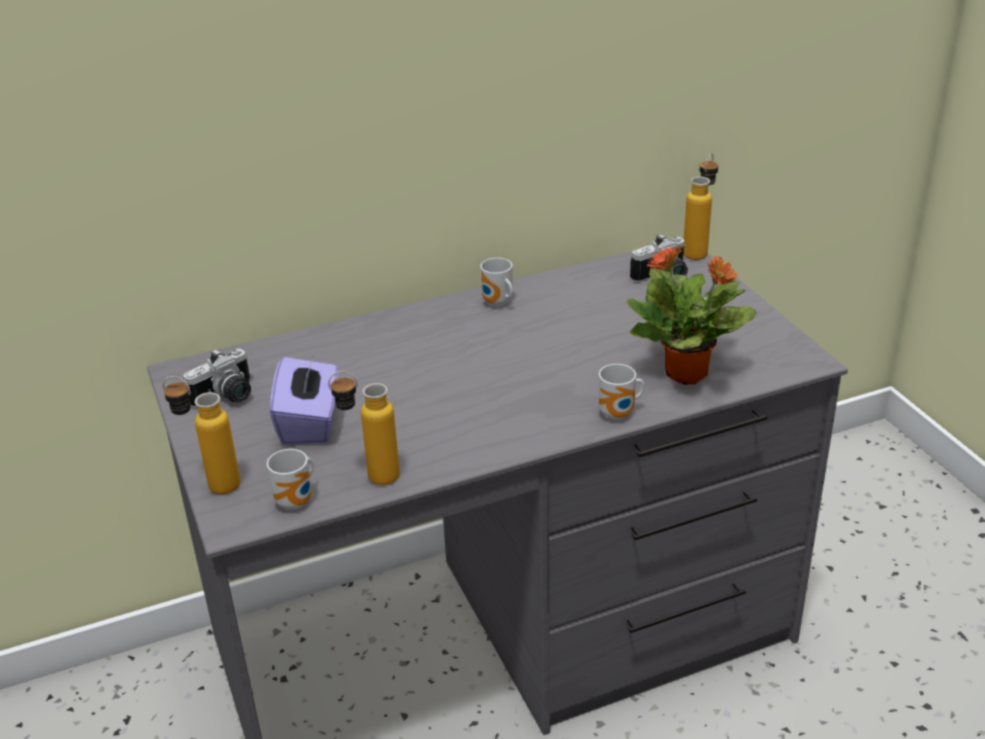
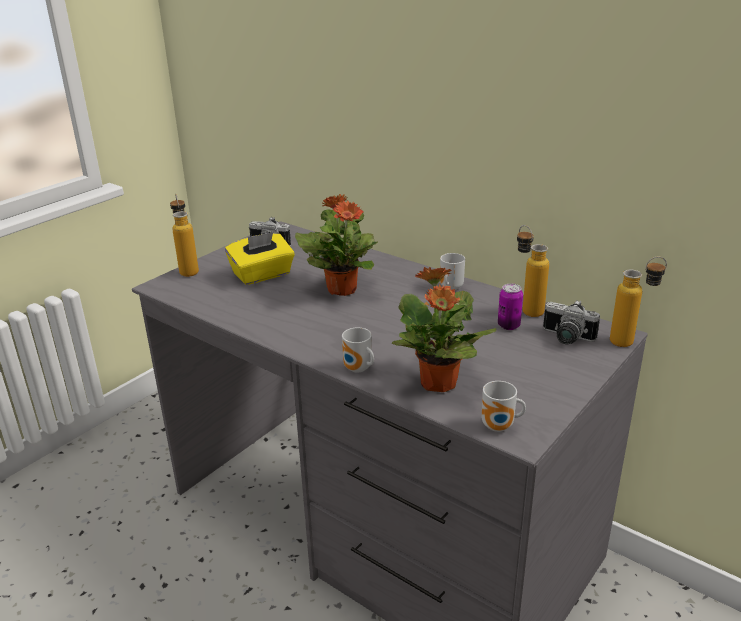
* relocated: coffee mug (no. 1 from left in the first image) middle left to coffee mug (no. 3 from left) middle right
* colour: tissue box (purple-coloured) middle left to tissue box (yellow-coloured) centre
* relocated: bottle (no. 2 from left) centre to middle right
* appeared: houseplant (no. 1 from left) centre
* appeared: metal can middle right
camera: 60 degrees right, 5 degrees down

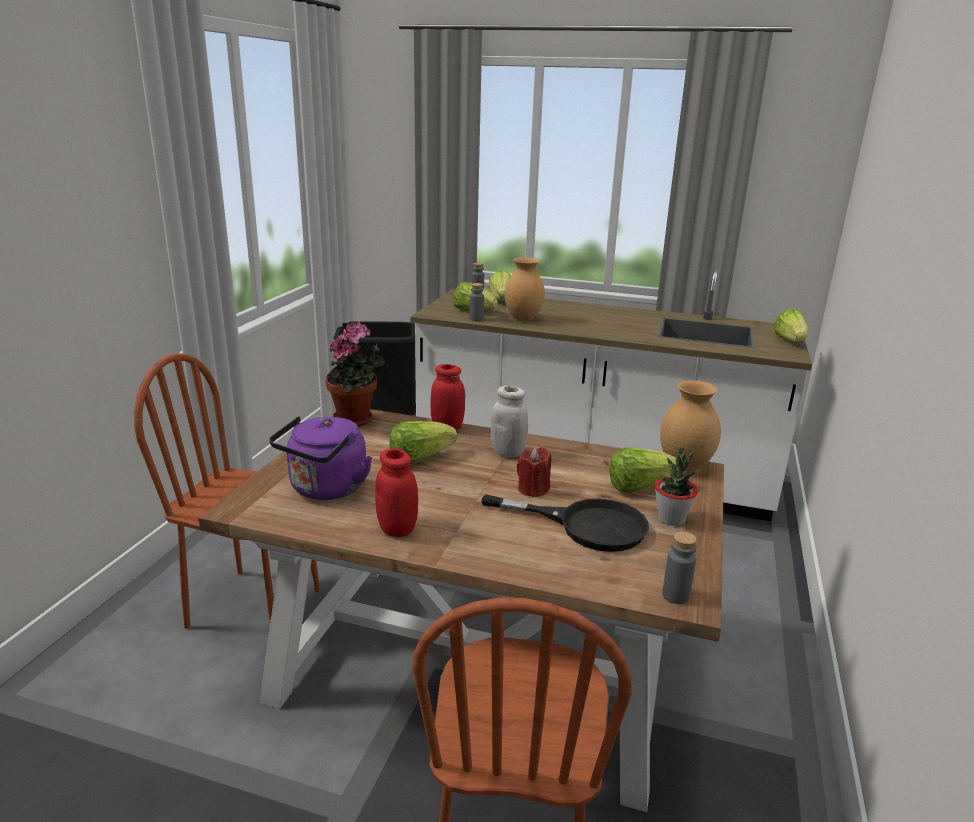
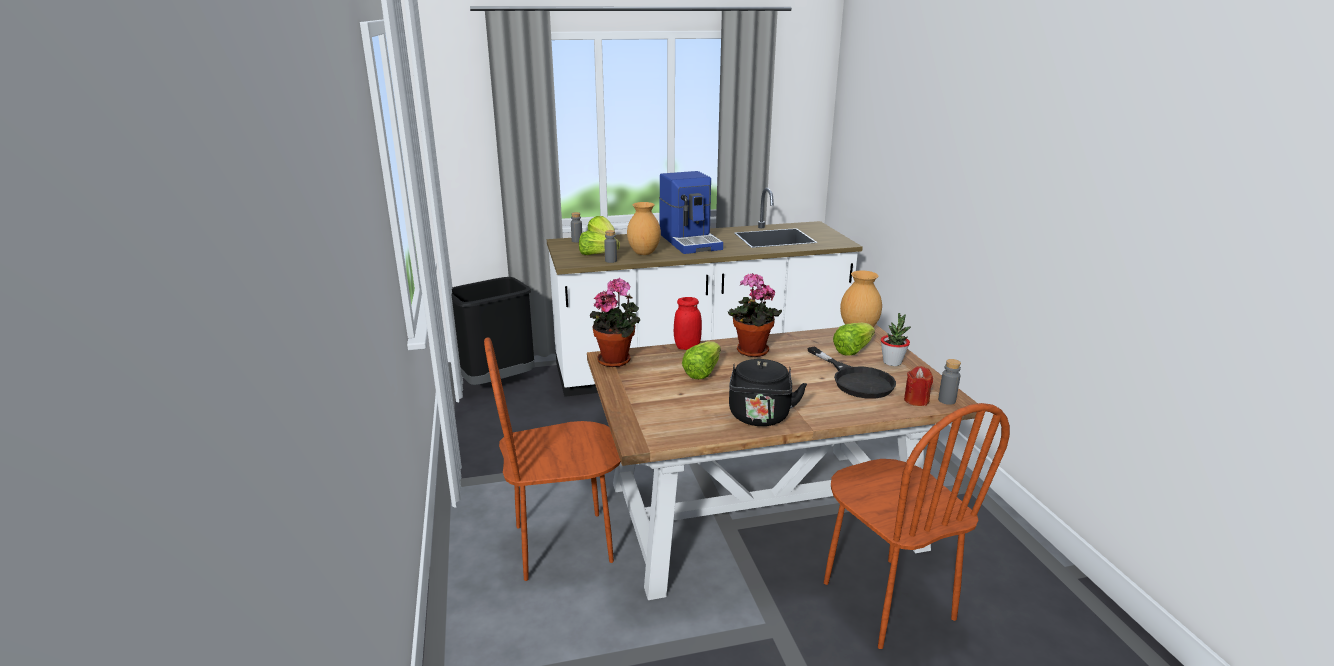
* missing: tea kettle (purple-coloured) middle left
* exchanged: jar (red-coloured) (no. 1 from left) centre to tea kettle (blackish) centre
* spun: skillet (blackish) centre = centre 75 degrees clockwise
* exchanged: jar (white-coloured) centre to houseplant (no. 2 from left) centre
* relocated: wax candle (red-coloured) centre to middle right
* missing: lettuce head (no. 5 from left) middle right
* appeared: coffee brewer top centre
camera: 30 degrees left, 0 degrees up

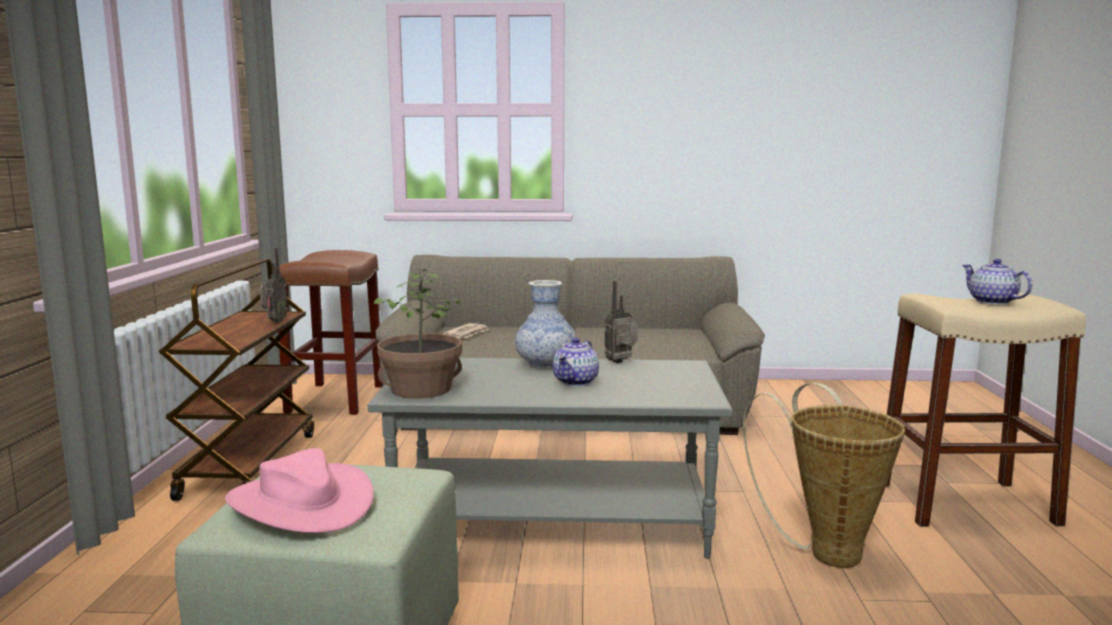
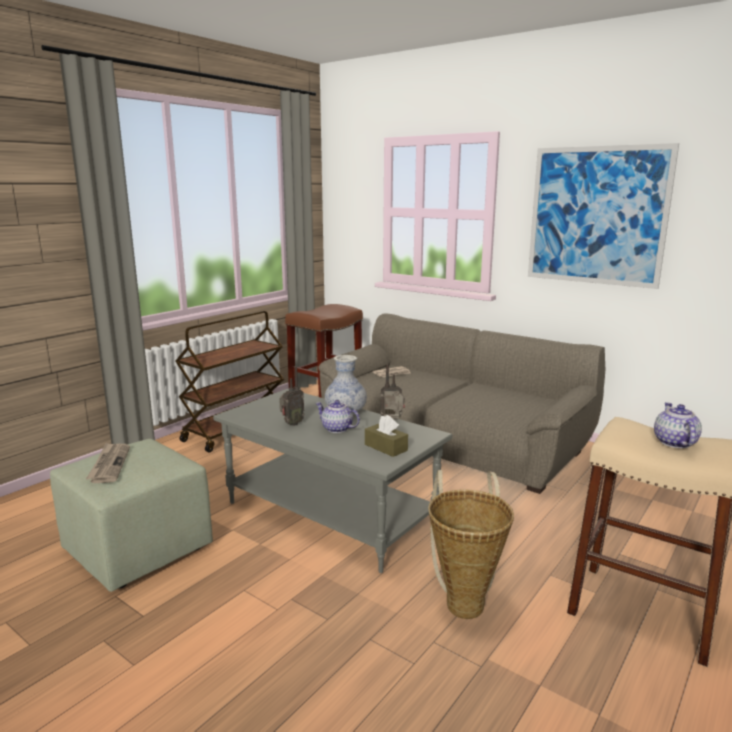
* exchanged: hat (pink) bottom left to printed paper (no. 1 from left) middle left
* relocated: radio receiver (no. 1 from left) middle left to centre
* missing: houseplant centre
* spun: pot for tea (no. 1 from left) centre = centre 60 degrees clockwise
* appeared: tissue box (brown) centre
* appeared: picture top right
camera: 35 degrees right, 5 degrees up

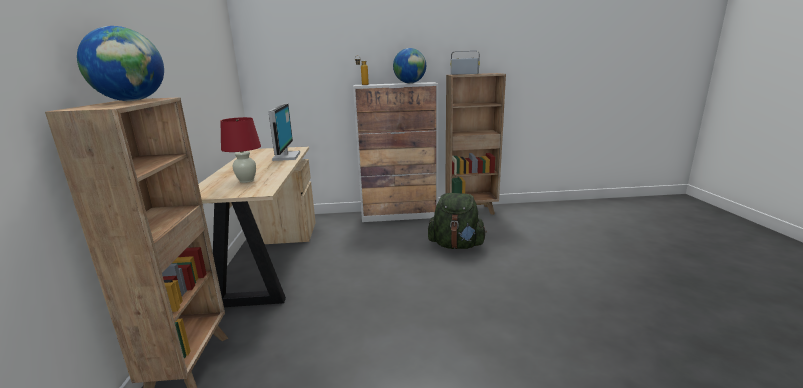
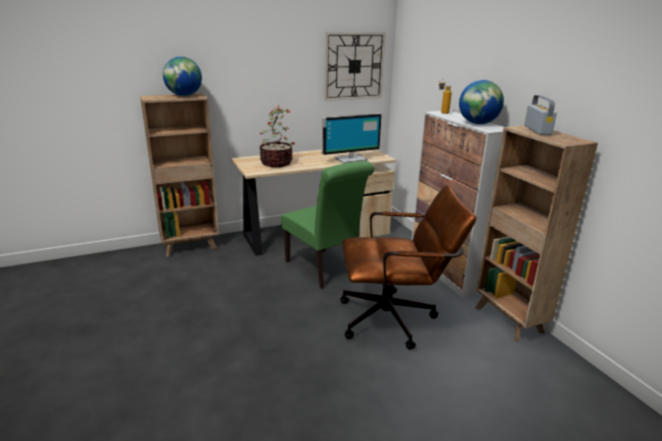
* exchanged: lamp for a table (red-coloured) middle left to houseplant top centre
* exchanged: backpack (green) centre to office chair (brown) centre
* appeared: upright chair (green) centre
* appeared: clock on the wall top centre
camera: 70 degrees right, 5 degrees up

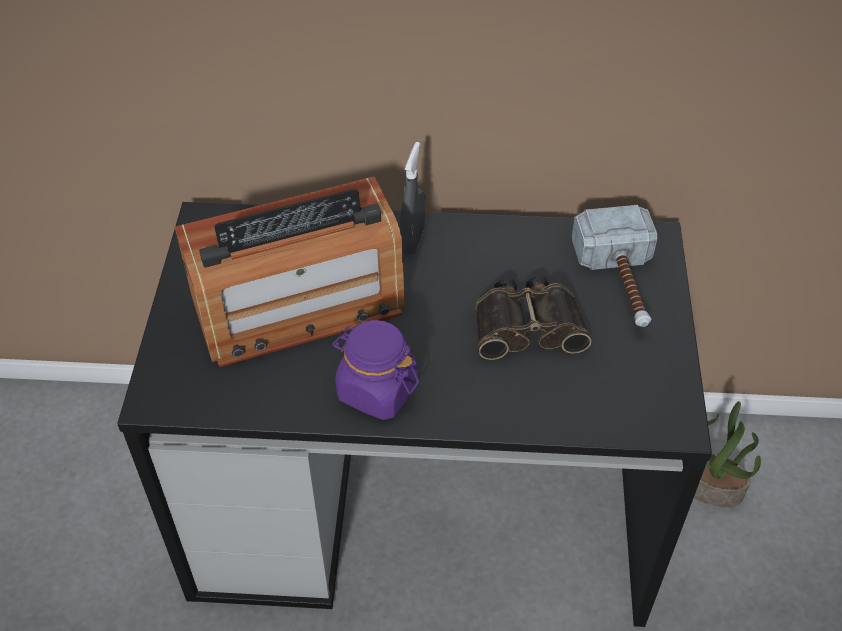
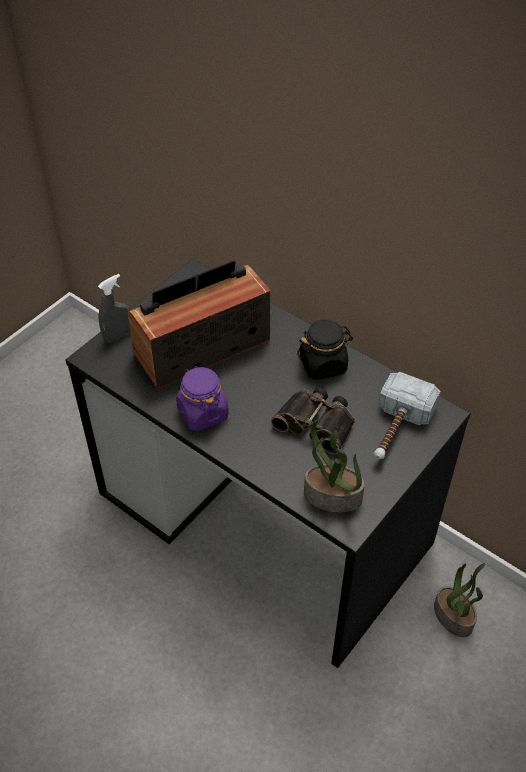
* spun: radio receiver centre = centre 135 degrees clockwise
* relocated: hand sprayer (grey) top centre to middle left
* appeared: jar (blackish) centre
* appeared: houseplant (no. 1 from left) centre
camera: 35 degrees right, 0 degrees up

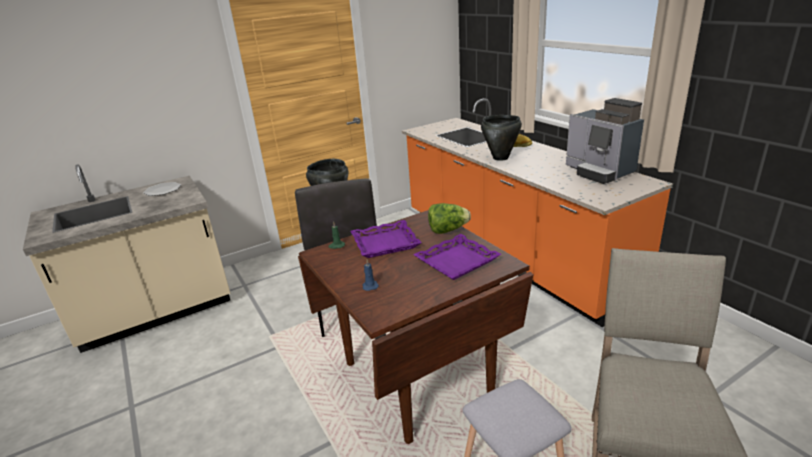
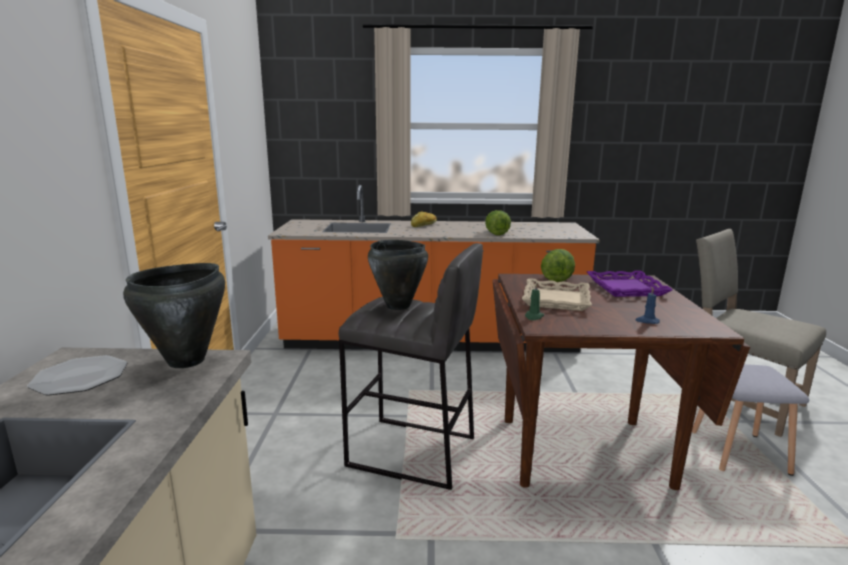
* colour: serving tray (purple-coloured) (no. 1 from left) centre to serving tray (sand-coloured) centre
* relocated: saucepot (blackish) (no. 2 from left in the first image) top centre to saucepot (blackish) (no. 1 from left) middle left
* missing: coffee brewer top right
* appeared: lettuce head (no. 1 from left) centre
camera: 60 degrees left, 10 degrees down

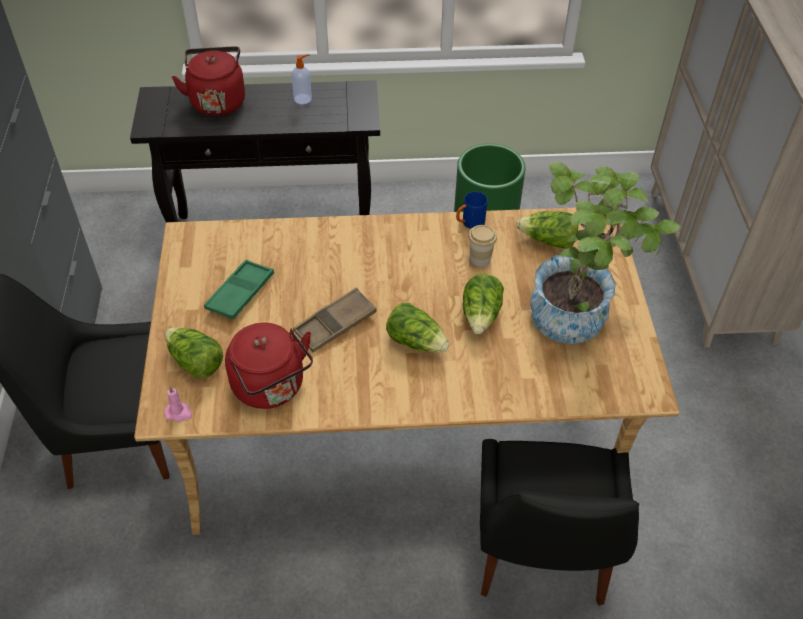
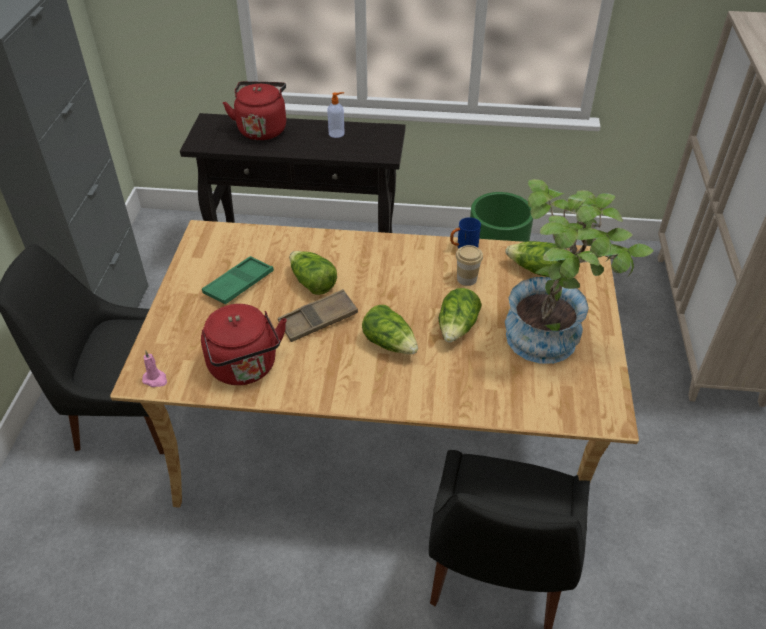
* relocated: lettuce head (no. 1 from left) middle left to centre
camera: 10 degrees right, 5 degrees down

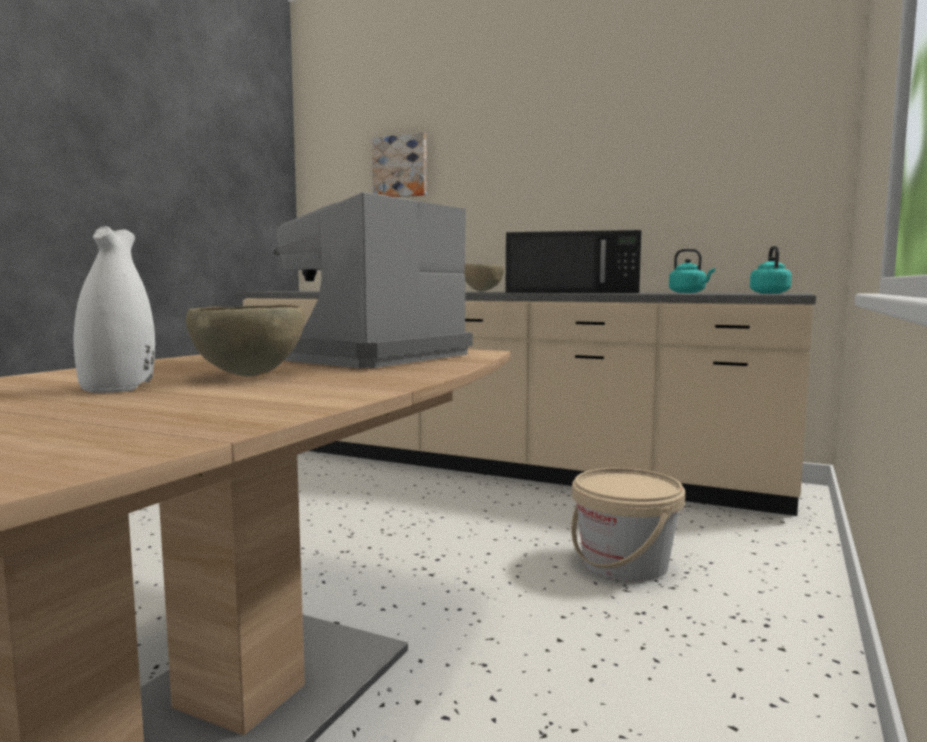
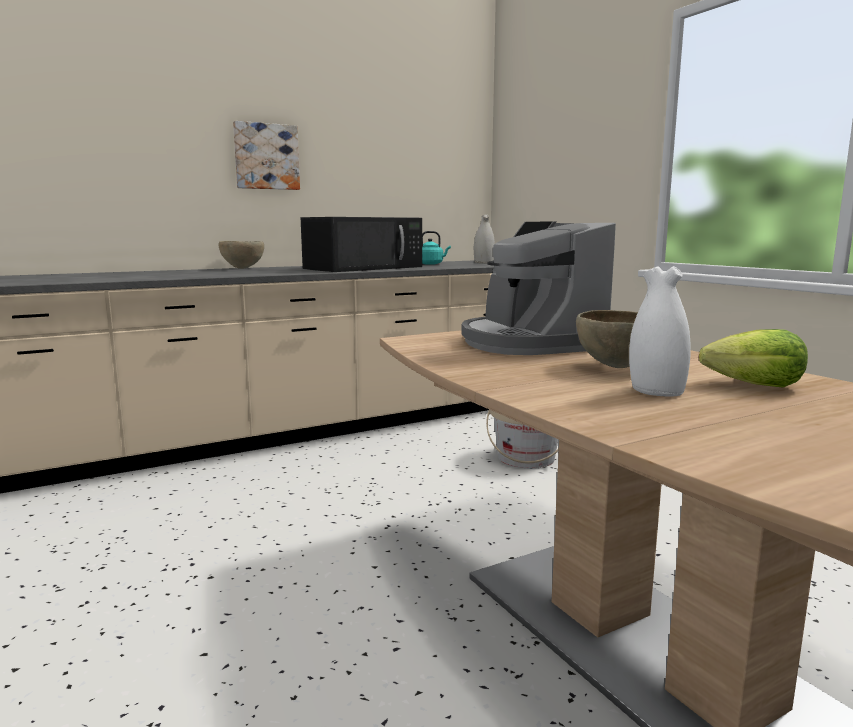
* relocated: picture top centre to top left
* exchanged: tea kettle (turquoise) (no. 2 from left) middle right to decorative vase (white-coloured) (no. 1 from left) top centre
* appeared: lettuce head middle right
camera: 55 degrees left, 5 degrees up

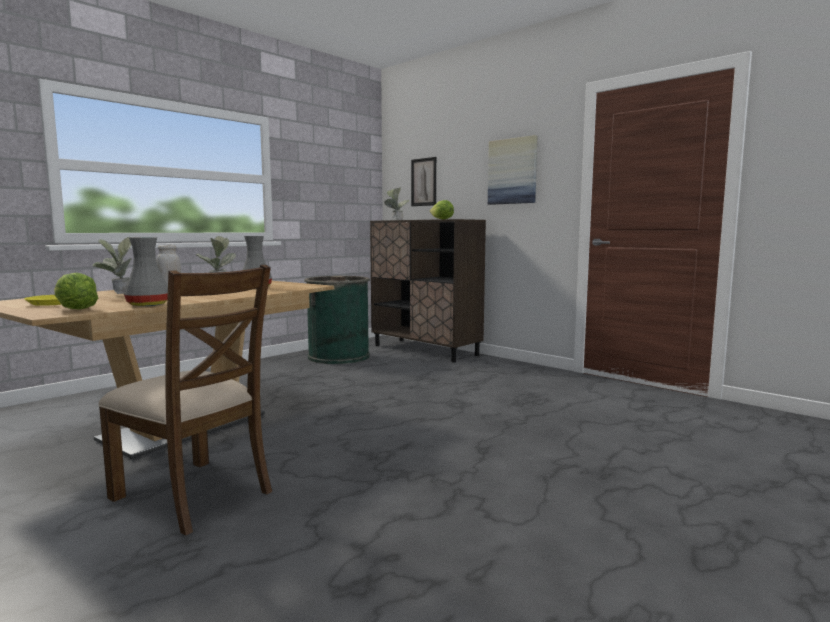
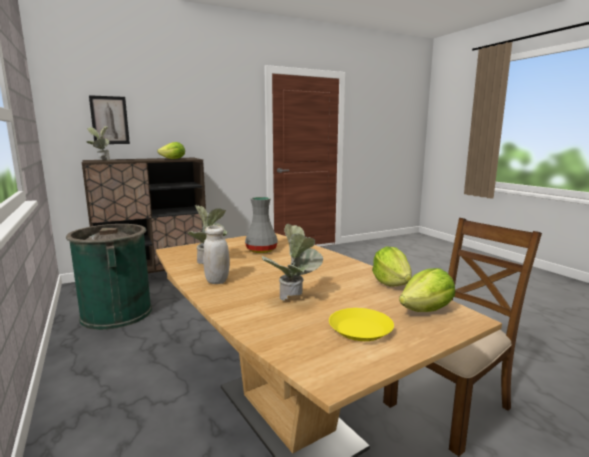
* exchanged: decorative vase (grey) (no. 1 from left) middle left to lettuce head (no. 2 from left) centre
* missing: picture (no. 2 from left) top centre
camera: 70 degrees left, 5 degrees up

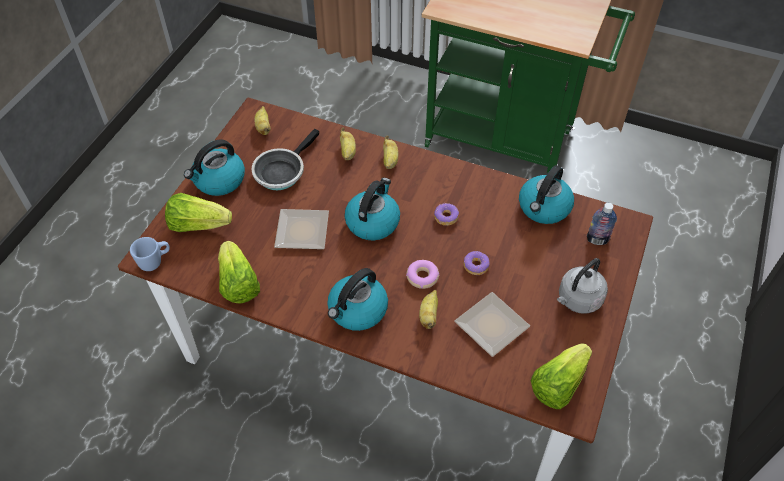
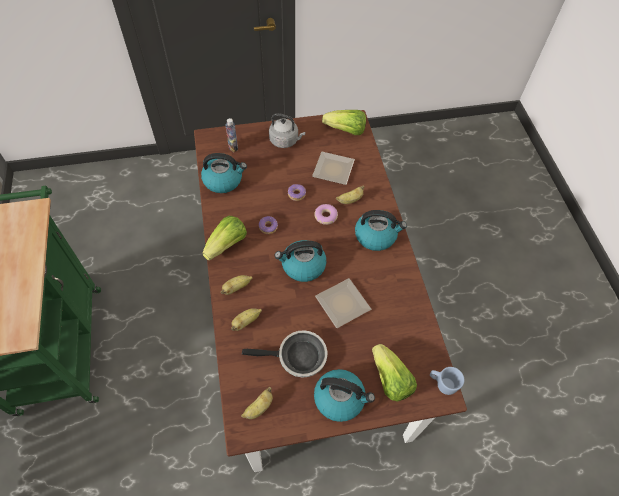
* relocated: lettuce head (no. 2 from left in the first image) middle left to lettuce head (no. 1 from left) centre
camera: 125 degrees left, 5 degrees up

